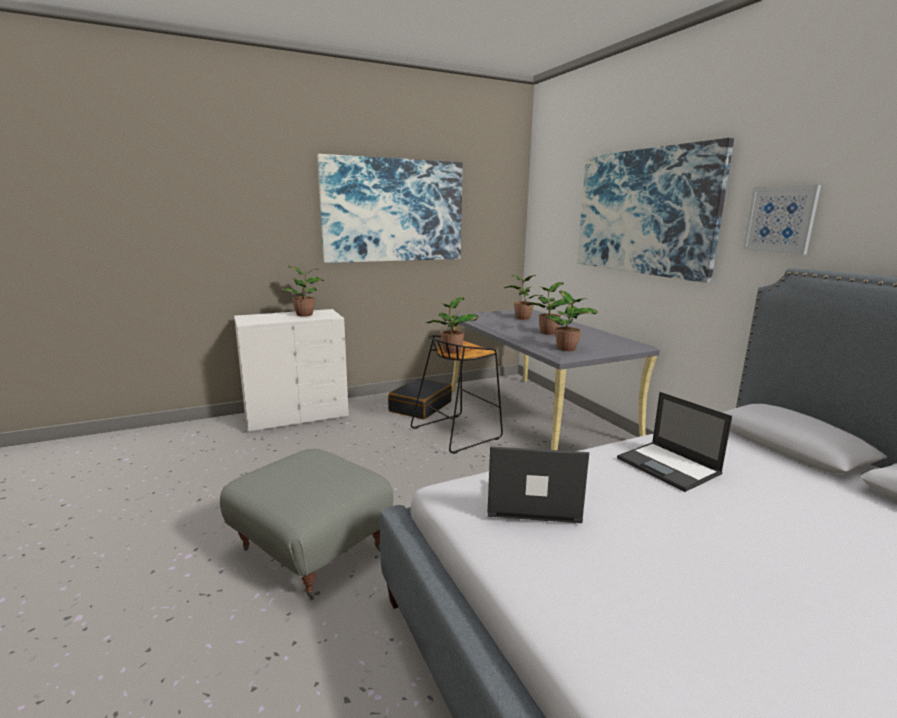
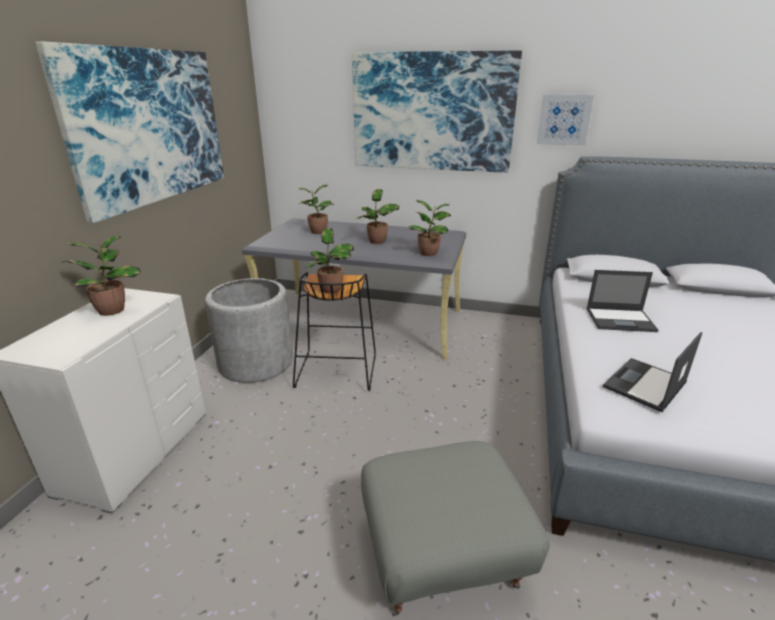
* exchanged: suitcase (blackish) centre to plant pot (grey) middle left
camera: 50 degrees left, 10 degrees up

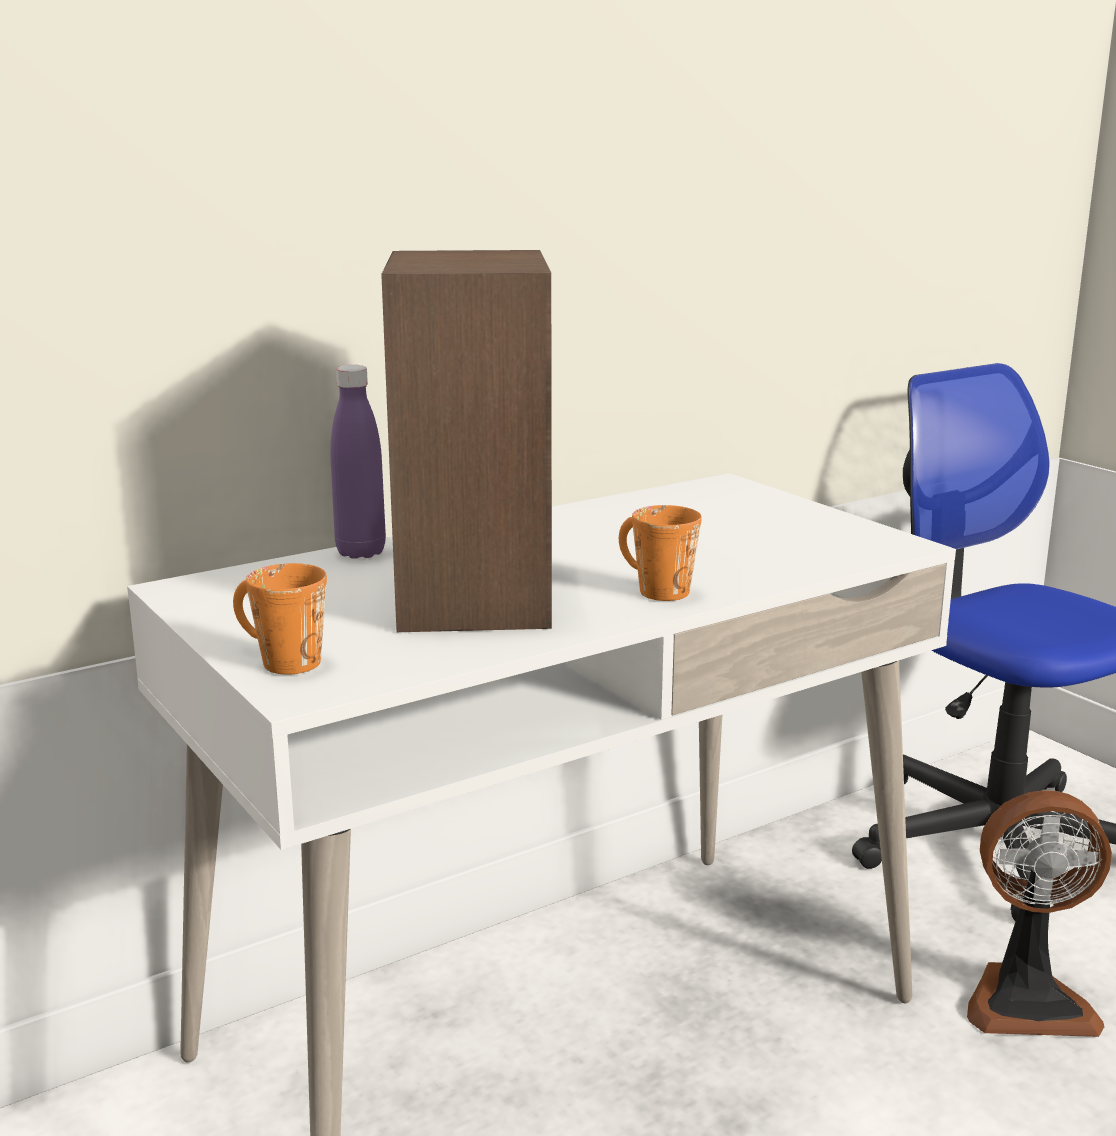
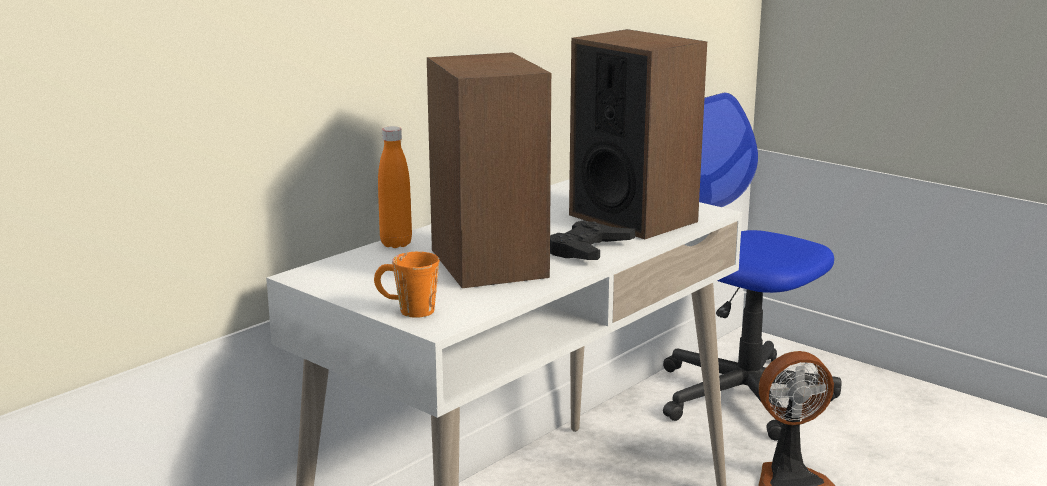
* colour: bottle (purple-coloured) middle left to bottle (orange-coloured) centre
* exchanged: coffee mug (orange-coloured) (no. 2 from left) centre to gamepad (blackish) centre
* appeared: loudspeaker (no. 2 from left) top centre
camera: 15 degrees left, 0 degrees up

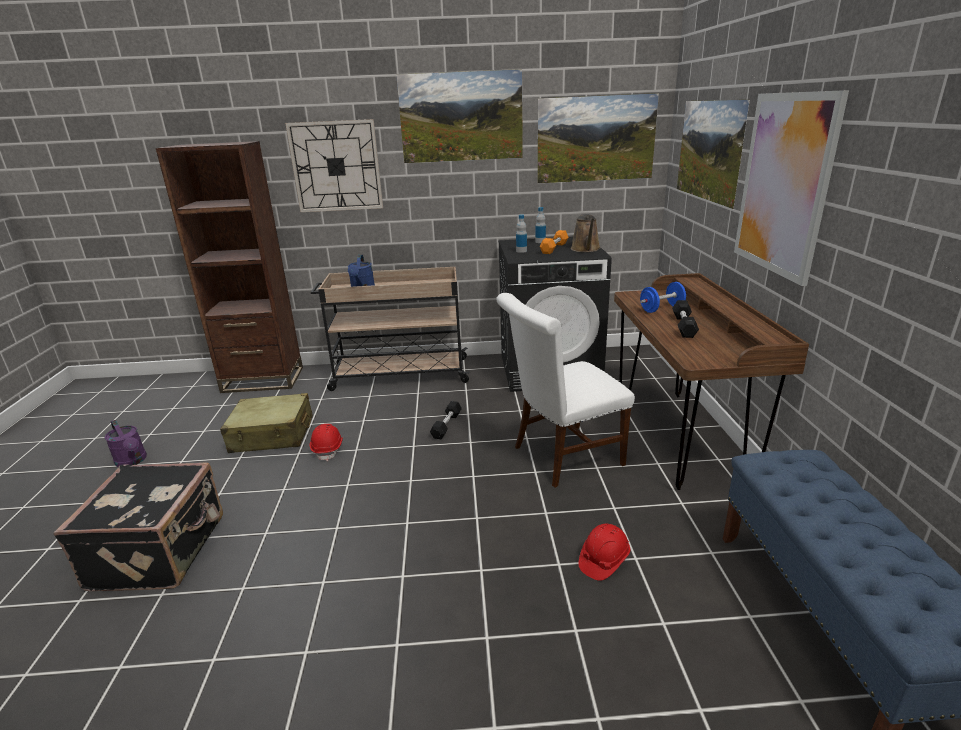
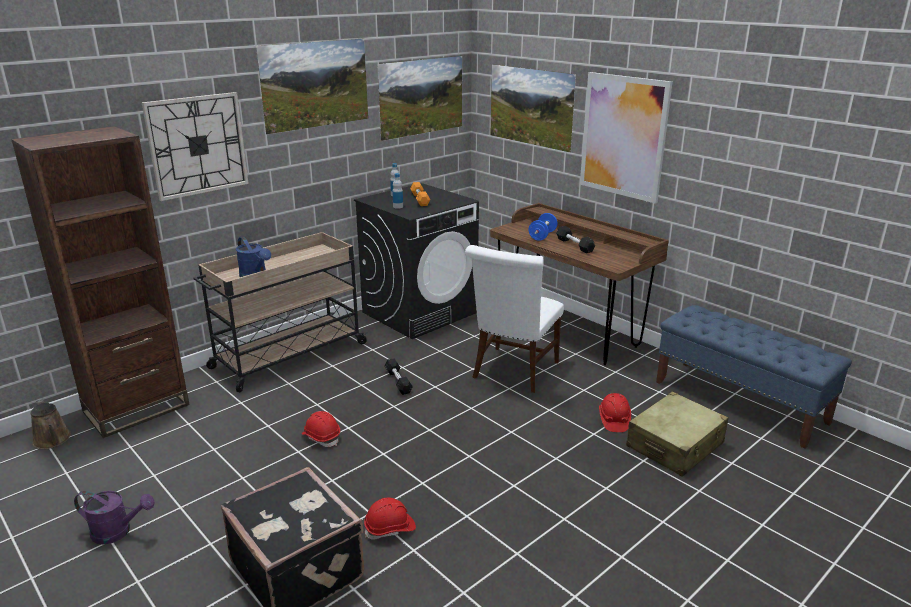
* relocated: suitcase (sand-coloured) middle left to bottom right
* relocated: watering can (brown) top centre to bottom left
* appeared: safety helmet (red-coloured) (no. 2 from left) bottom centre
camera: 40 degrees left, 0 degrees up

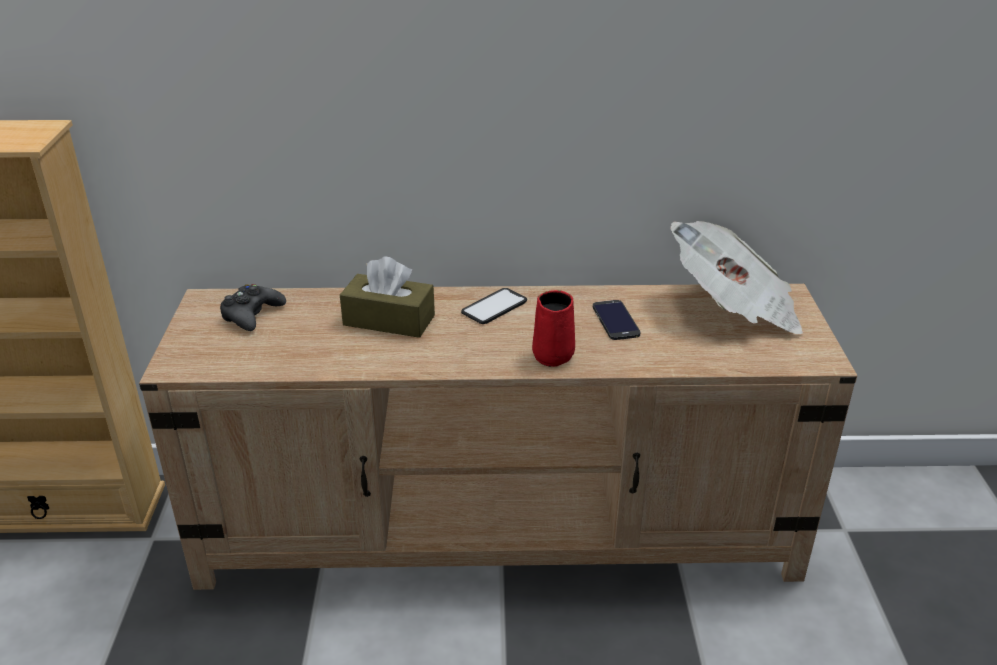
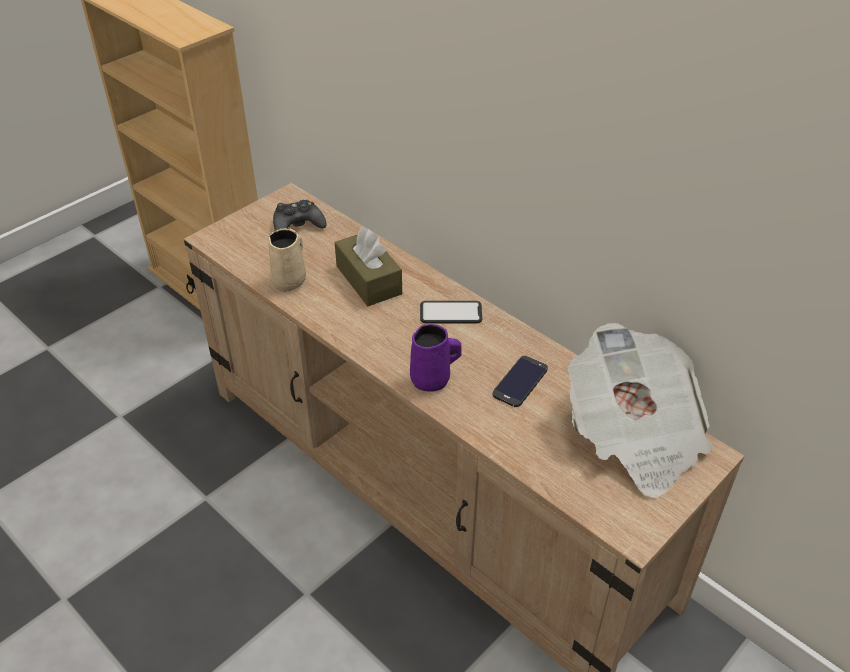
* colour: coffee mug (red-coloured) centre to coffee mug (purple-coloured) centre
* appeared: coffee mug (sand-coloured) centre
camera: 45 degrees right, 10 degrees up

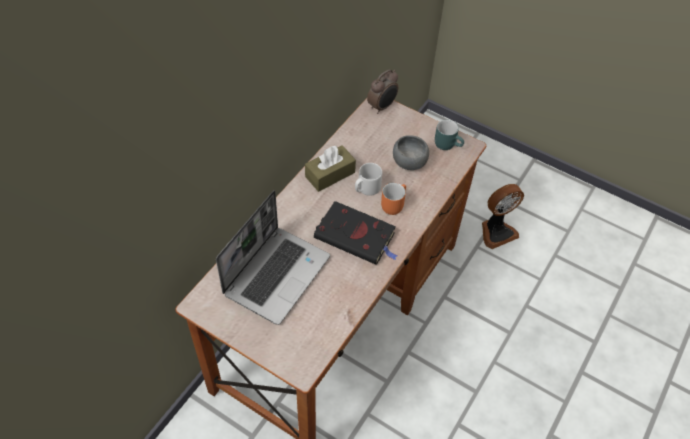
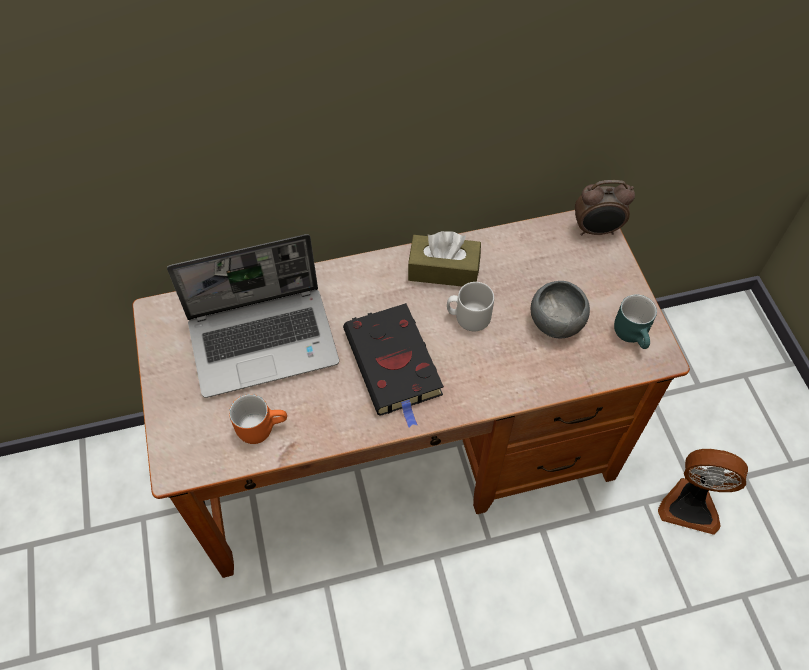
* relocated: coffee mug (orange-coloured) centre to middle left
camera: 45 degrees right, 5 degrees up

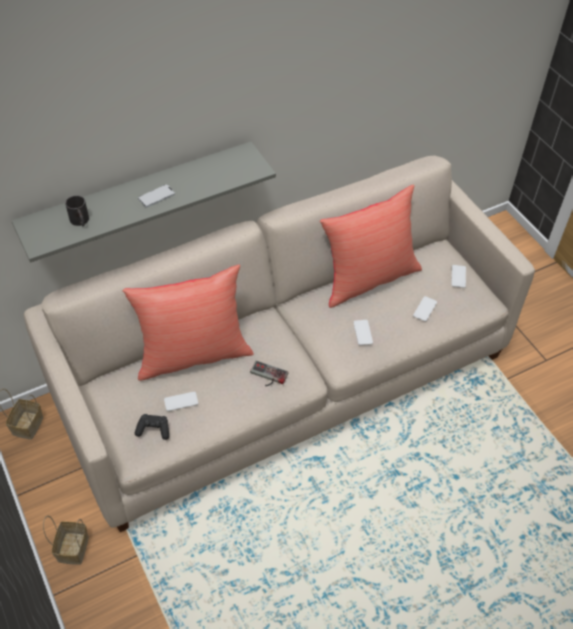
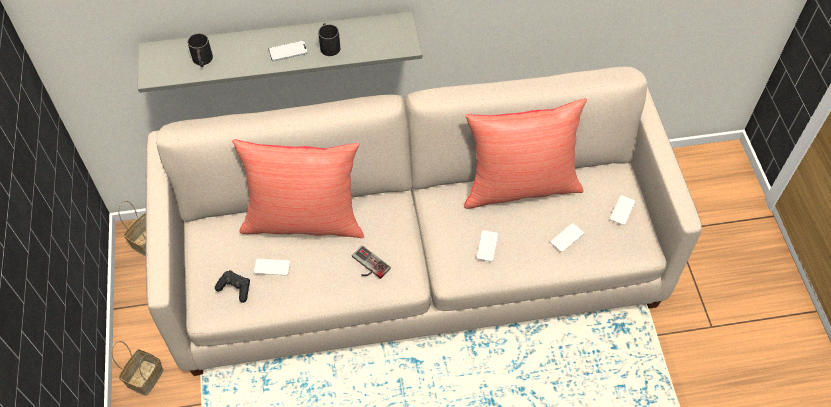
* appeared: coffee mug (blackish) (no. 2 from left) top centre
camera: 20 degrees right, 5 degrees up

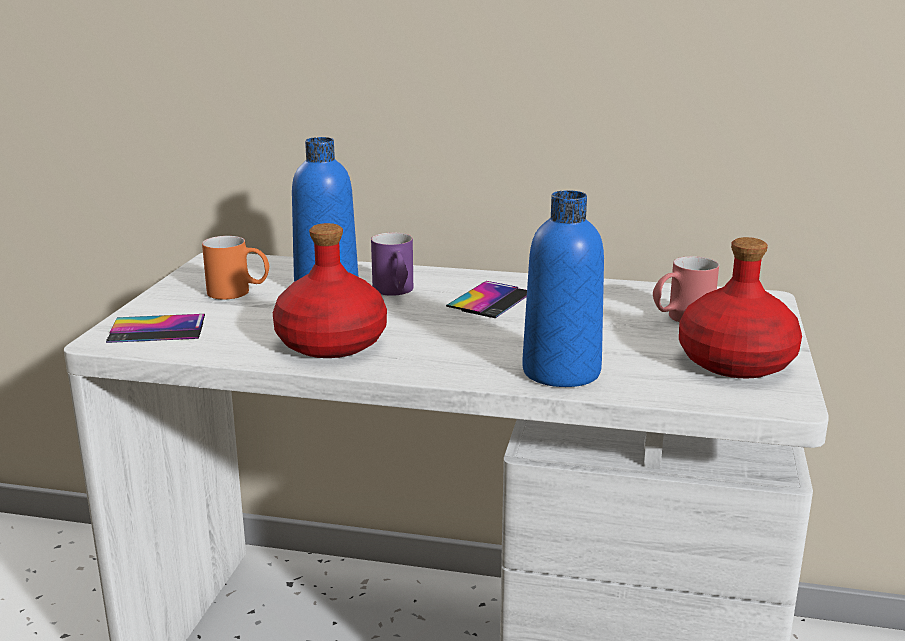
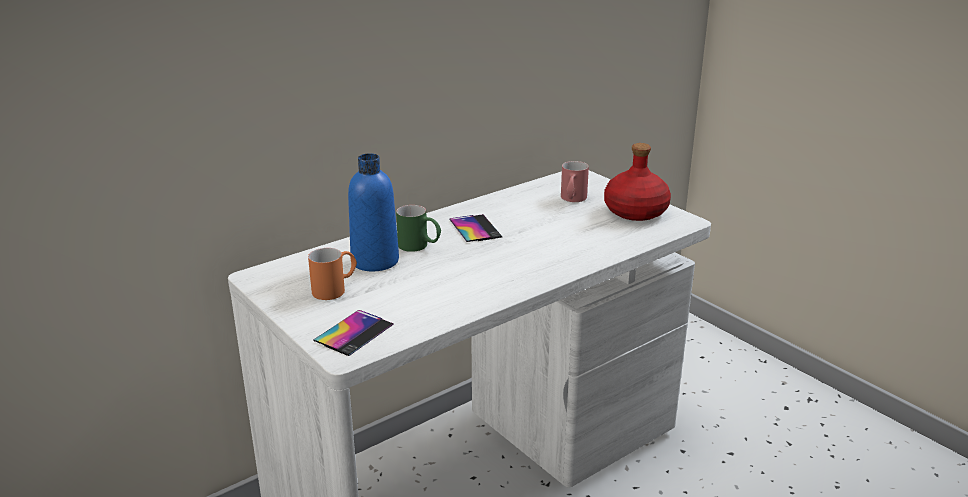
* missing: bottle (red-coloured) (no. 1 from left) centre
* colour: coffee mug (purple-coloured) centre to coffee mug (green) centre
* missing: bottle (blue) (no. 2 from left) centre
camera: 50 degrees left, 5 degrees up

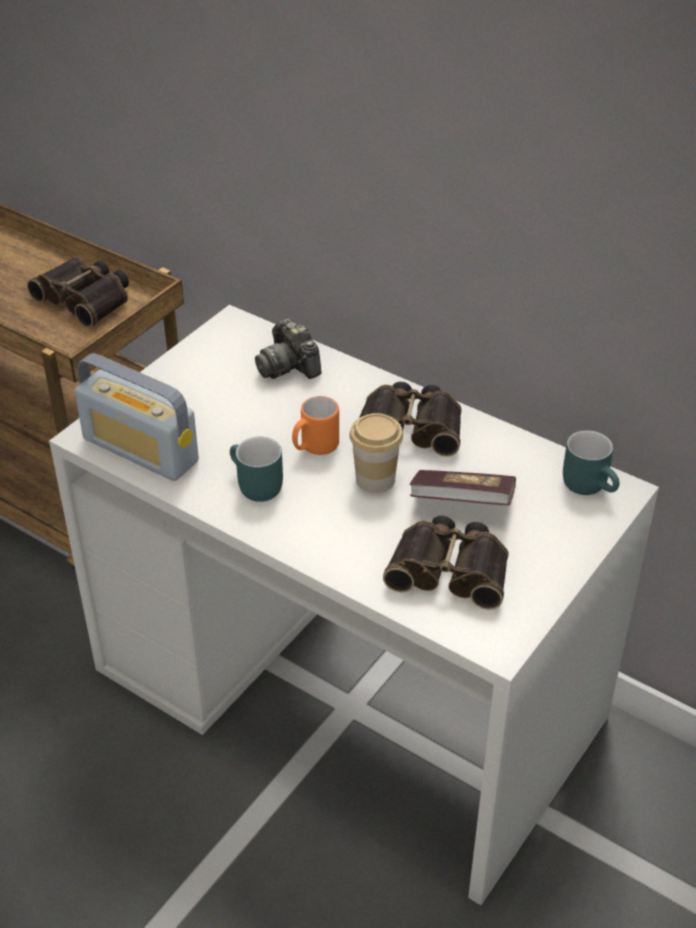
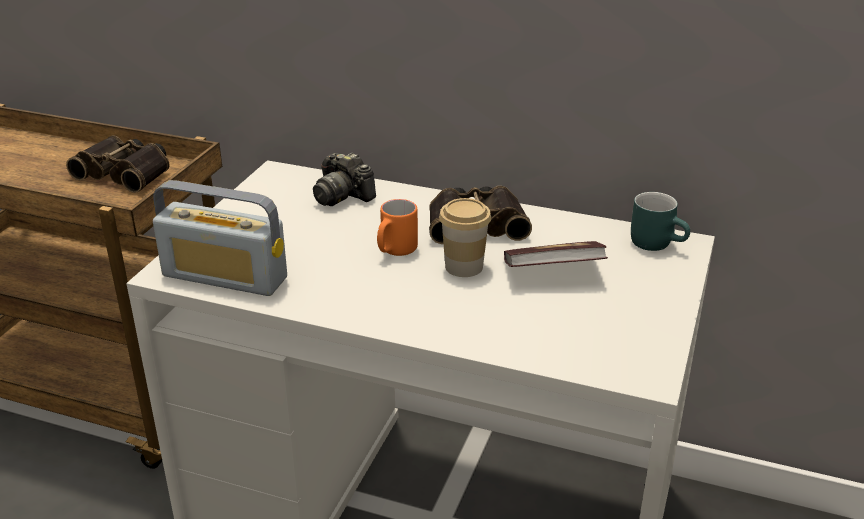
* missing: coffee mug (turquoise) (no. 1 from left) centre
* missing: binoculars (no. 3 from left) centre
camera: 15 degrees left, 10 degrees down

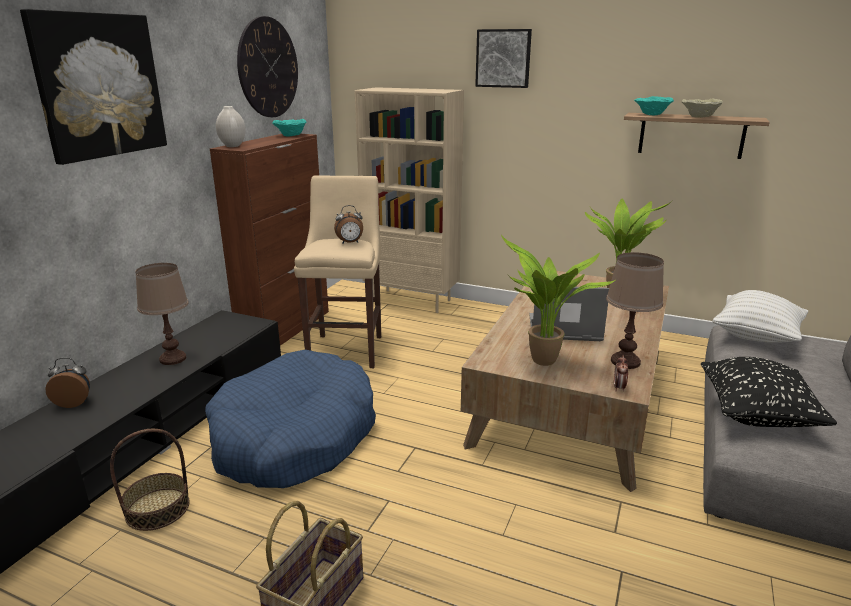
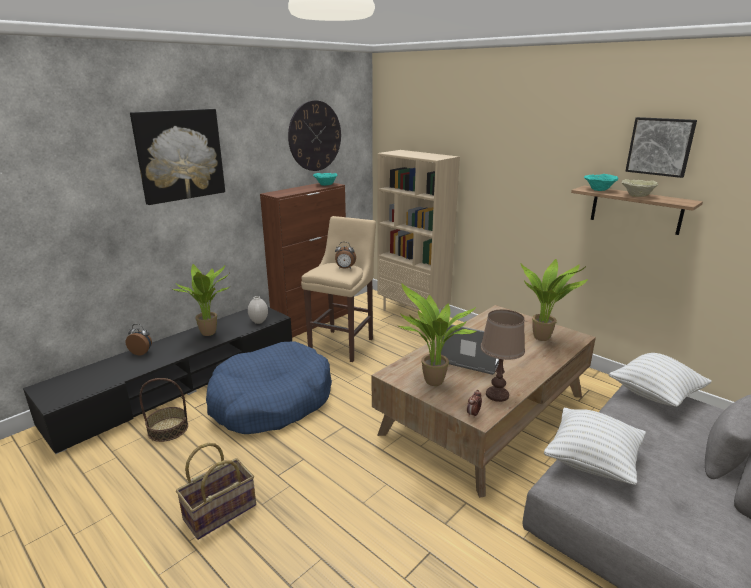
* exchanged: lamp for a table (brown) (no. 1 from left) middle left to houseplant (no. 1 from left) middle left
* relocated: decorative vase (white-coloured) top left to centre
* relocated: picture (no. 2 from left) top centre to top right
* colour: cushion (blackish) middle right to cushion (white-coloured) (no. 1 from left) bottom right
camera: 20 degrees right, 0 degrees up

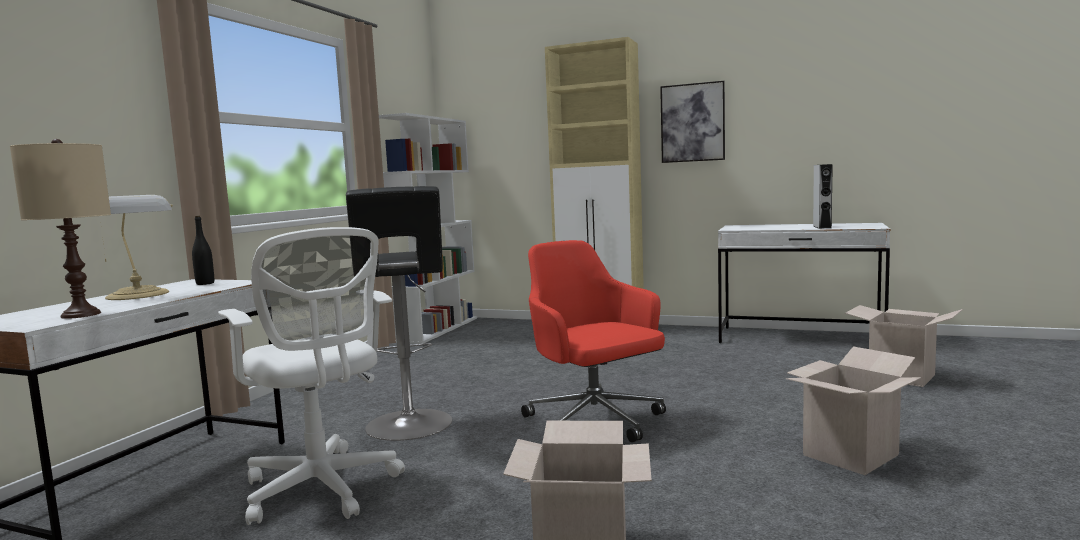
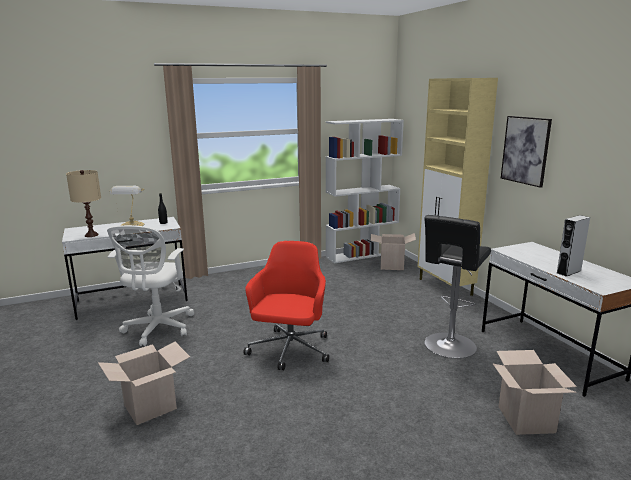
* relocated: sitting stool (blackish) centre to middle right
* relocated: carton (no. 2 from left) bottom right to centre
camera: 45 degrees right, 10 degrees up

